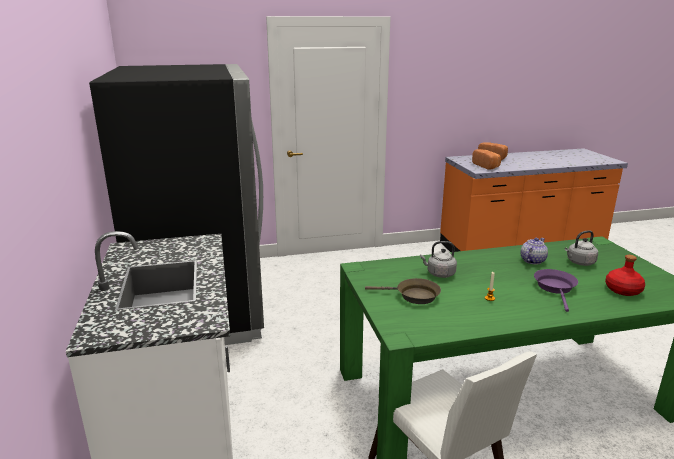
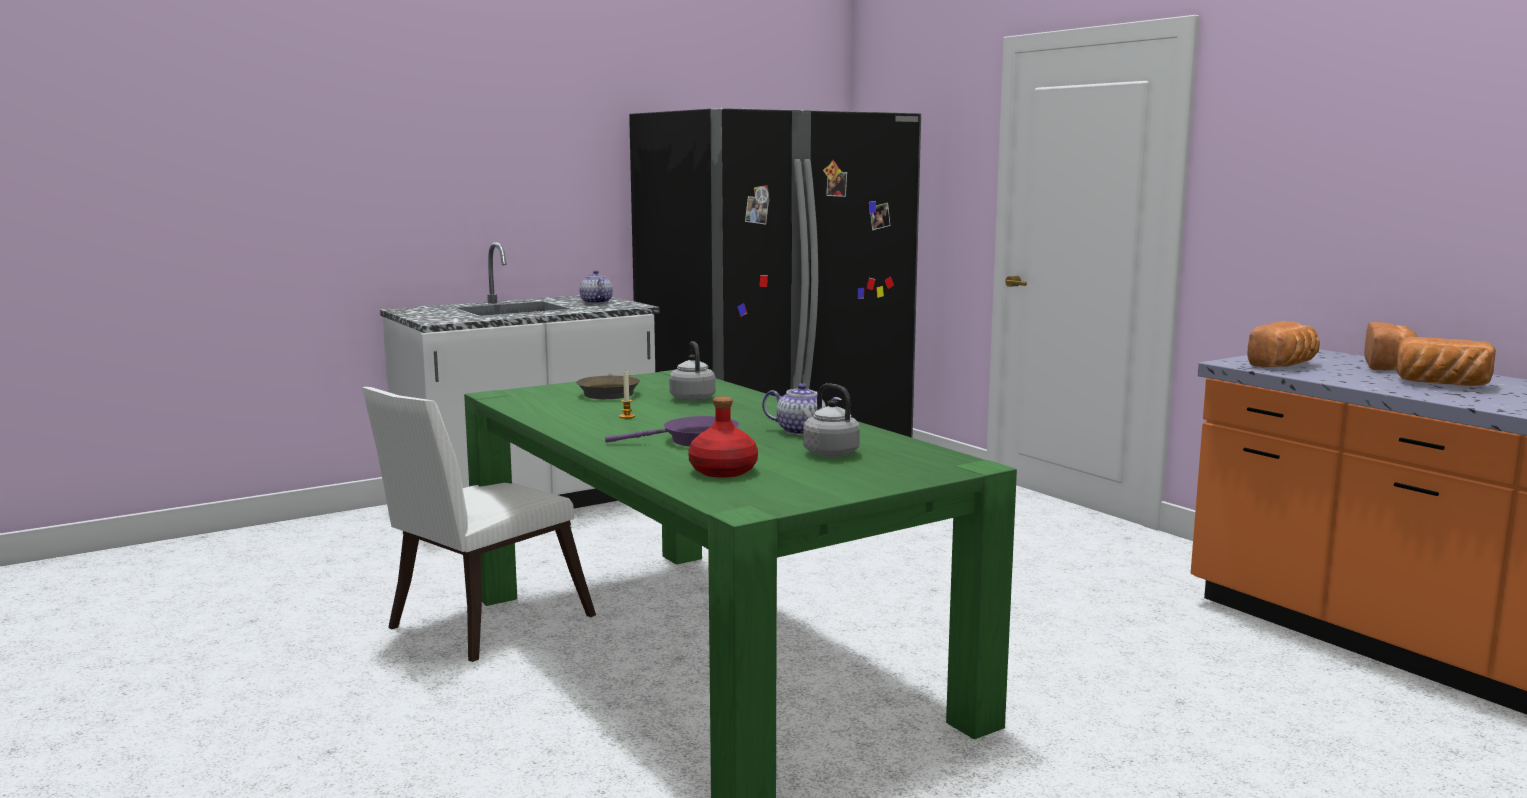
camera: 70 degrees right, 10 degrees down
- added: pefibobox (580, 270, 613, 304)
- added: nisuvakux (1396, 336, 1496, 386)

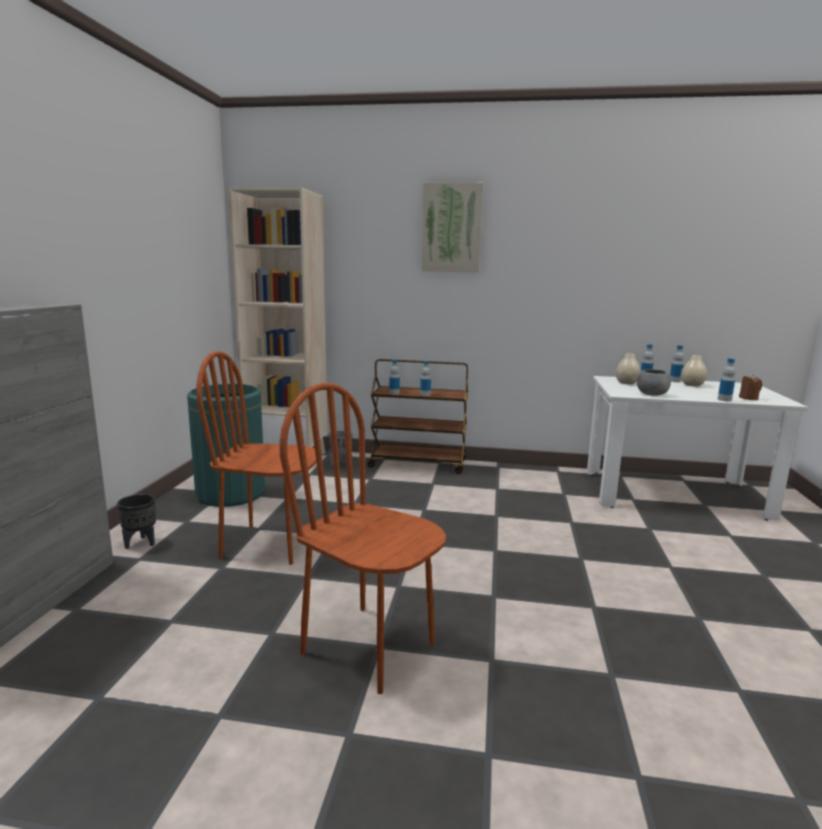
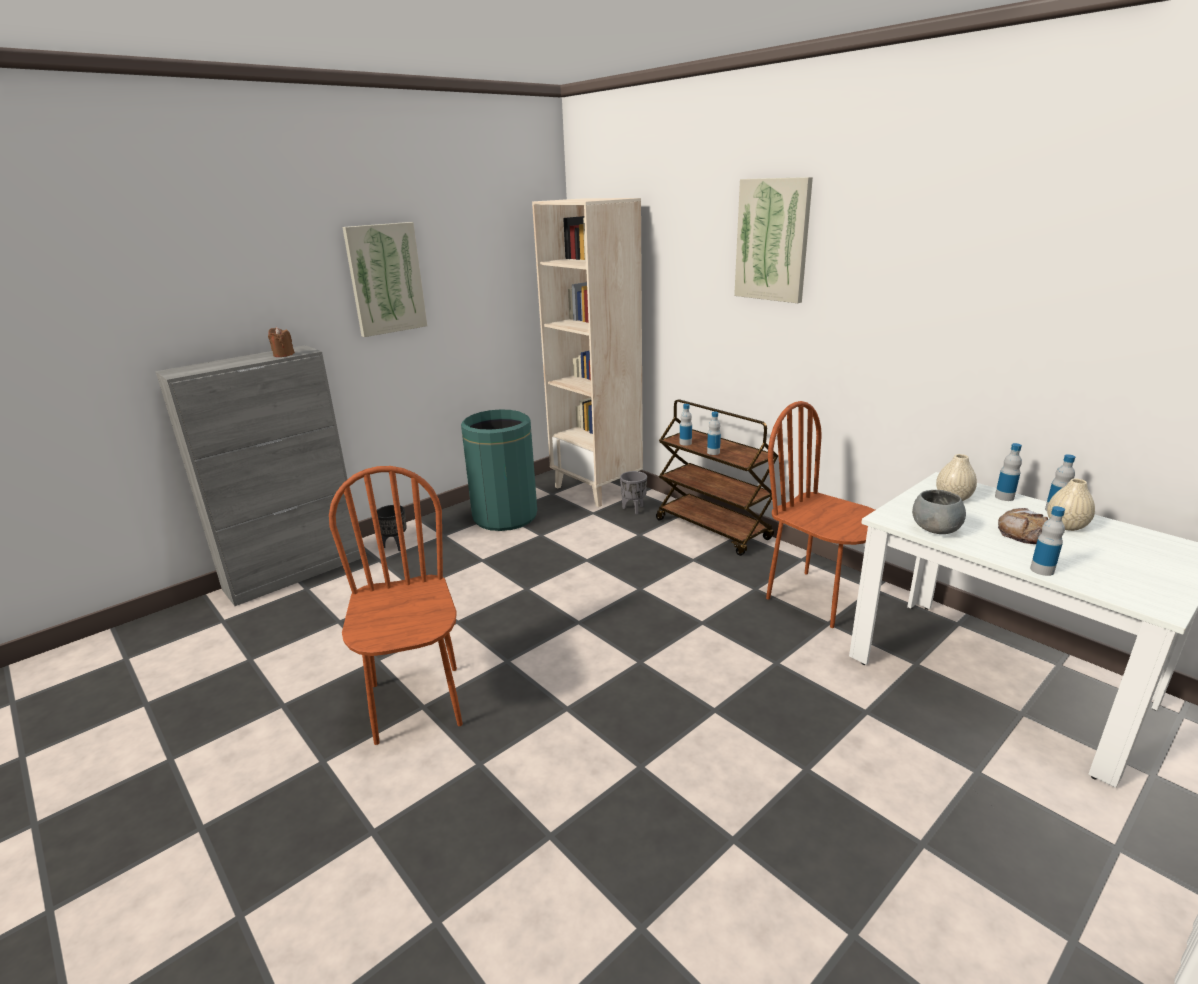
camera: 40 degrees right, 10 degrees up
- moved: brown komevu (739, 375, 762, 400) to (268, 327, 295, 357)
- added: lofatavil (342, 222, 427, 337)
- moved: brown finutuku (196, 351, 316, 565) to (766, 401, 875, 628)
- added: nisuvakux (998, 508, 1048, 544)

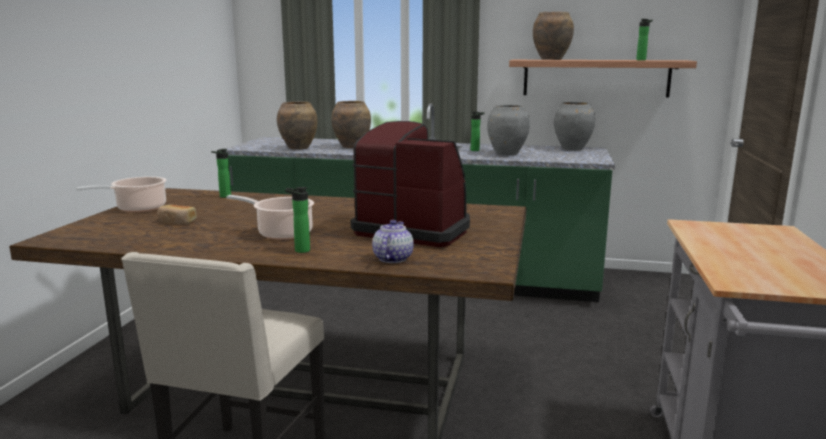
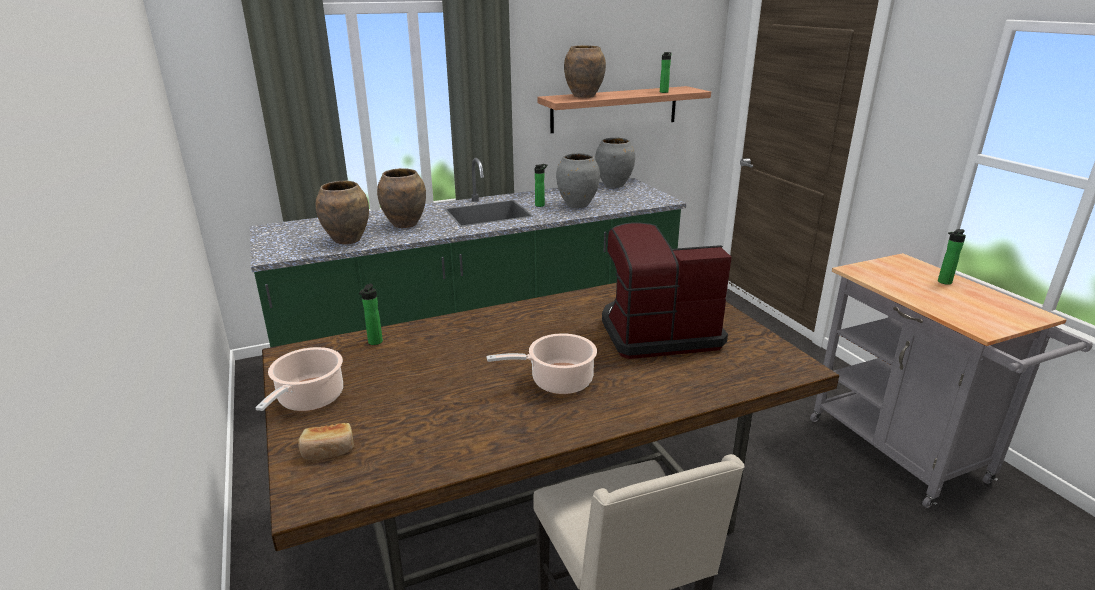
camera: 35 degrees left, 10 degrees up
- moved: nisuvakux (157, 205, 196, 224) to (298, 423, 354, 460)
- moved: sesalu (285, 187, 310, 253) to (938, 229, 966, 285)
- removed: pefibobox (372, 220, 414, 263)

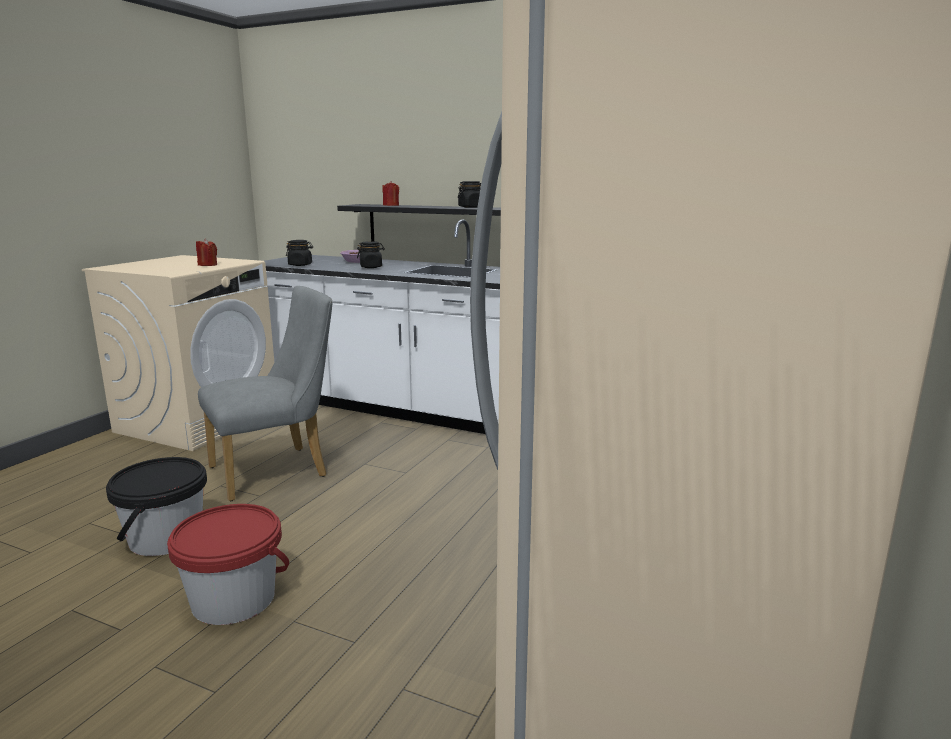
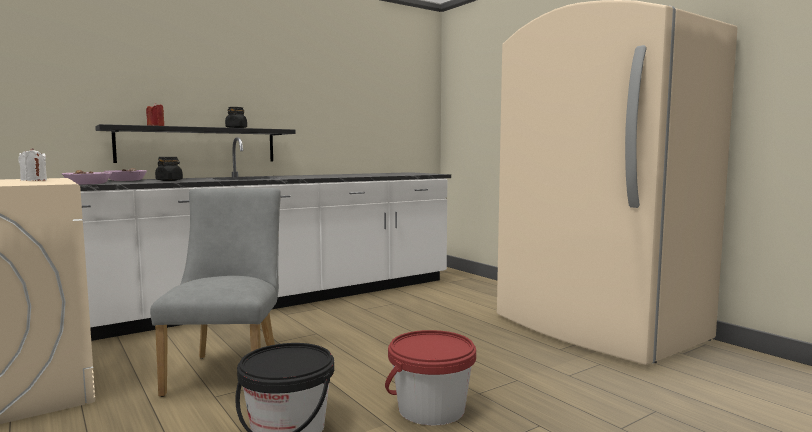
camera: 60 degrees left, 10 degrees down
- recoloured: red komevu (196, 238, 217, 266) to white komevu (19, 148, 47, 181)
- replaced: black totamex (286, 240, 313, 266) to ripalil (62, 170, 112, 184)

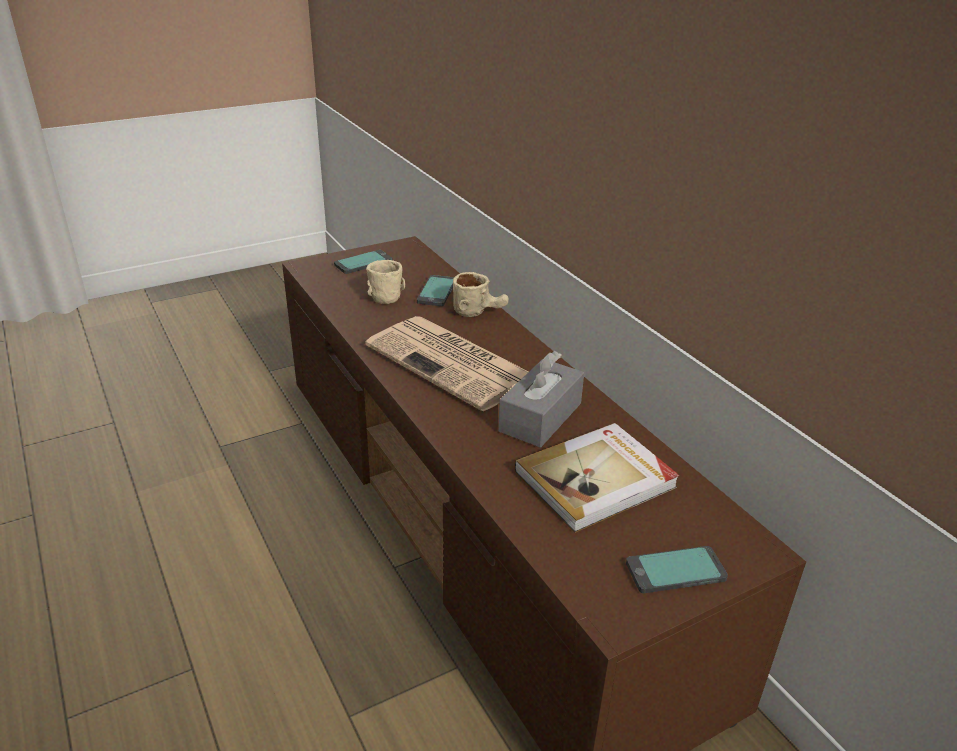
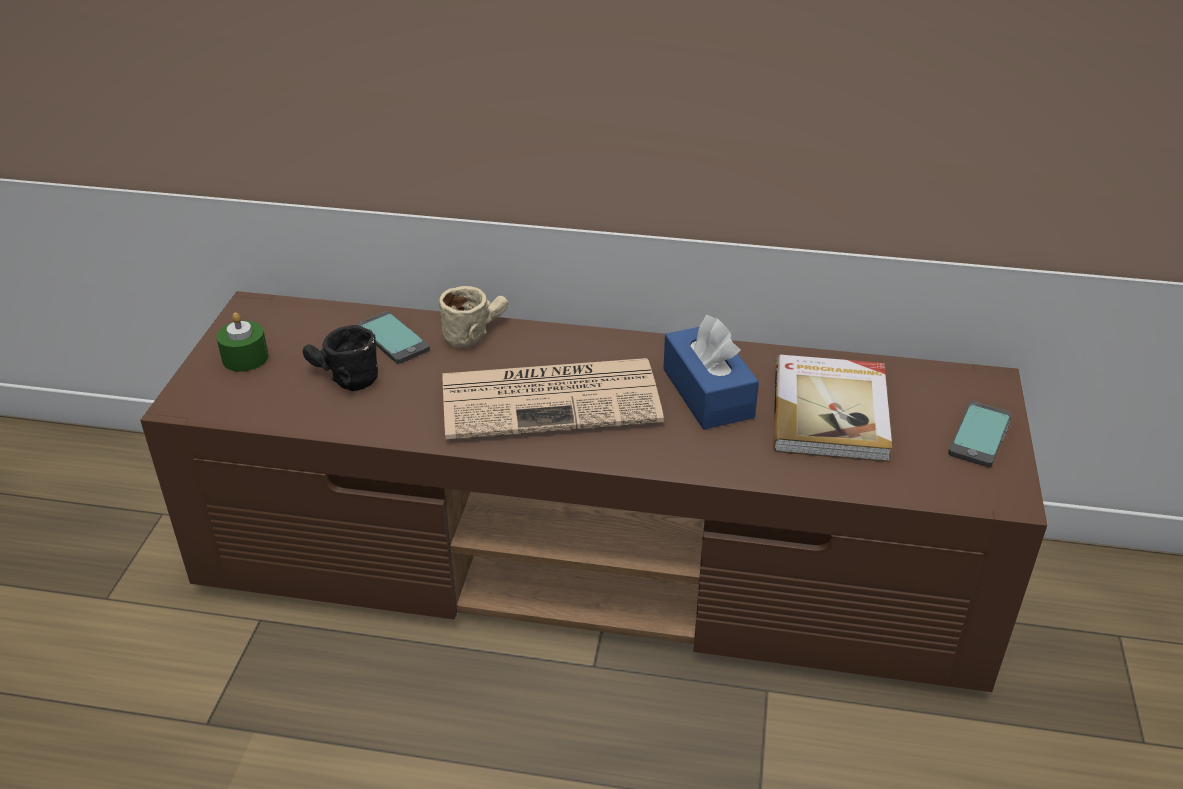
camera: 50 degrees left, 5 degrees up
- replaced: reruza (334, 250, 392, 274) to green komevu (216, 312, 268, 372)
- recoloured: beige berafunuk (366, 260, 405, 304) to black berafunuk (303, 325, 378, 391)
- recoloured: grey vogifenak (498, 351, 584, 448) to blue vogifenak (663, 315, 759, 430)

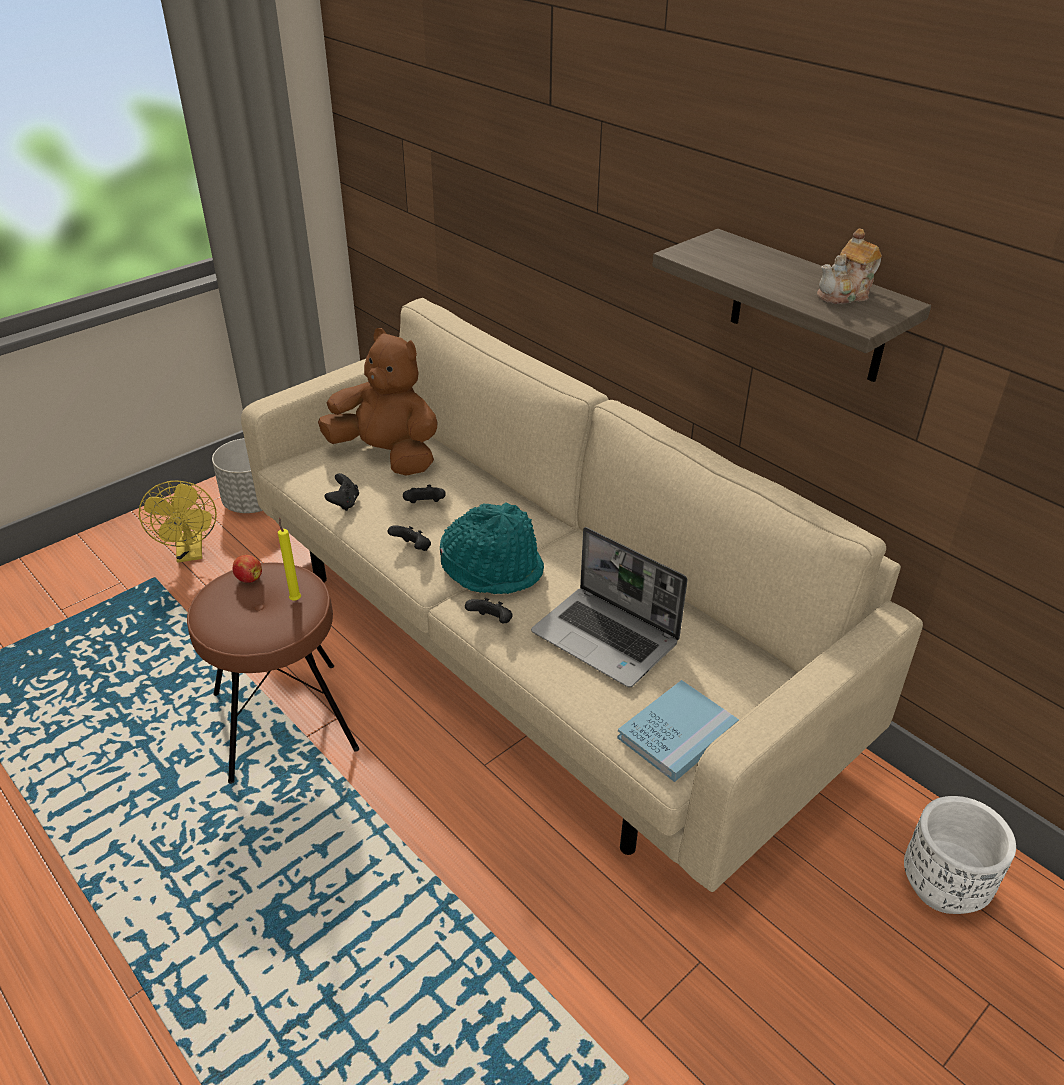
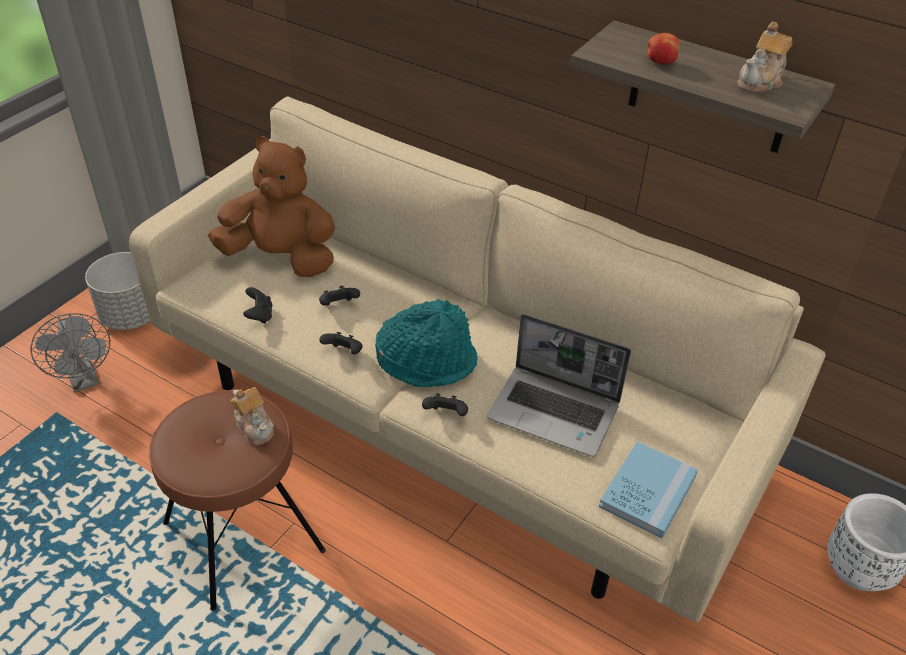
camera: 15 degrees left, 5 degrees up
- recoloured: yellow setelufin (139, 481, 217, 562) to grey setelufin (31, 313, 110, 392)
- replaced: yellow komevu (278, 518, 301, 600) to pefibobox (230, 387, 274, 445)
- moved: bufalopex (233, 555, 262, 583) to (648, 33, 679, 65)

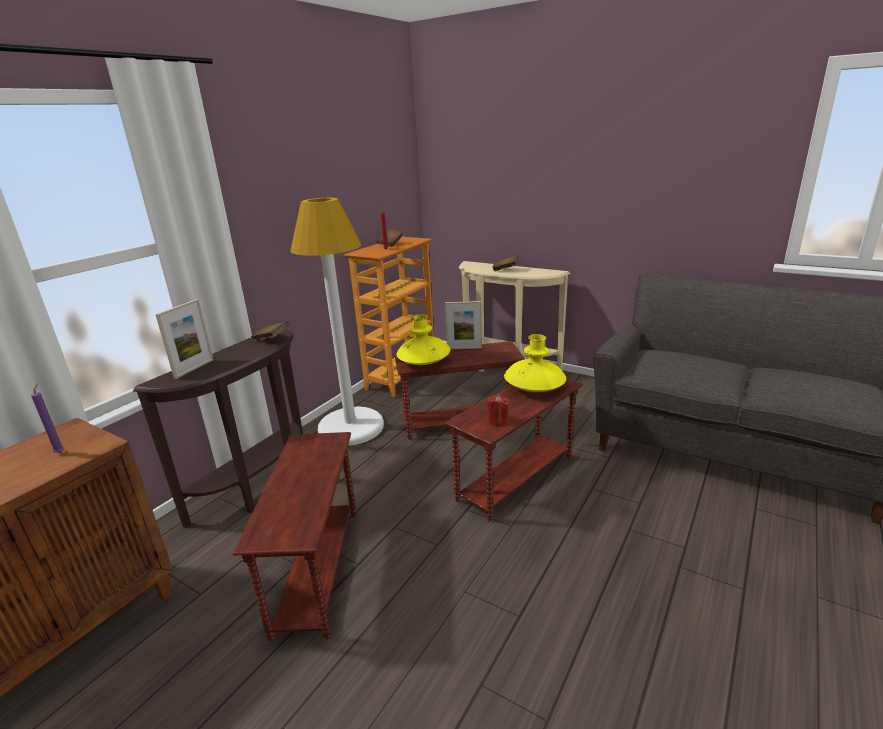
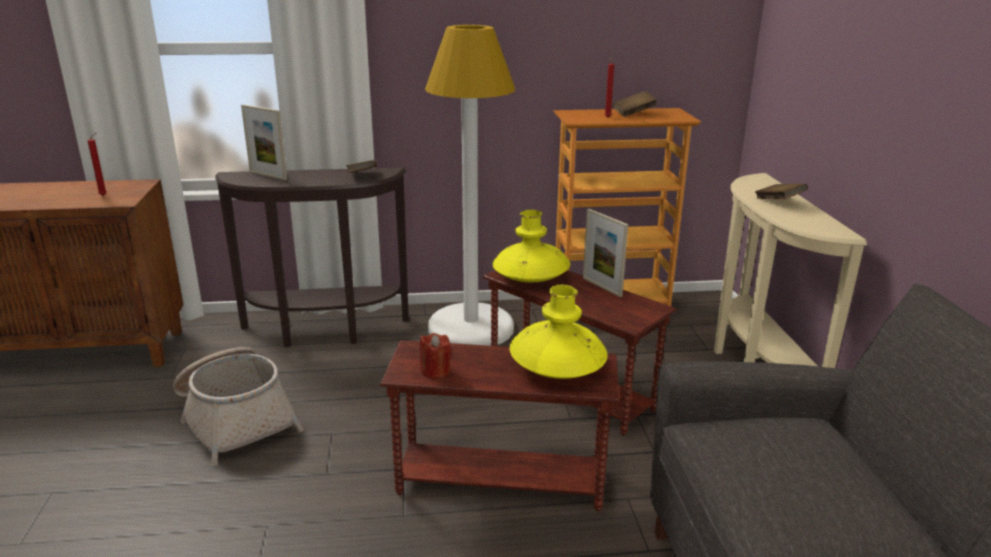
camera: 50 degrees right, 0 degrees up
- recoloured: purple komevu (31, 384, 64, 453) to red komevu (88, 132, 107, 196)
- replaced: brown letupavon (233, 432, 357, 641) to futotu (173, 347, 304, 466)
- turned: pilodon (155, 299, 214, 379) = (241, 105, 287, 180) 45 degrees clockwise

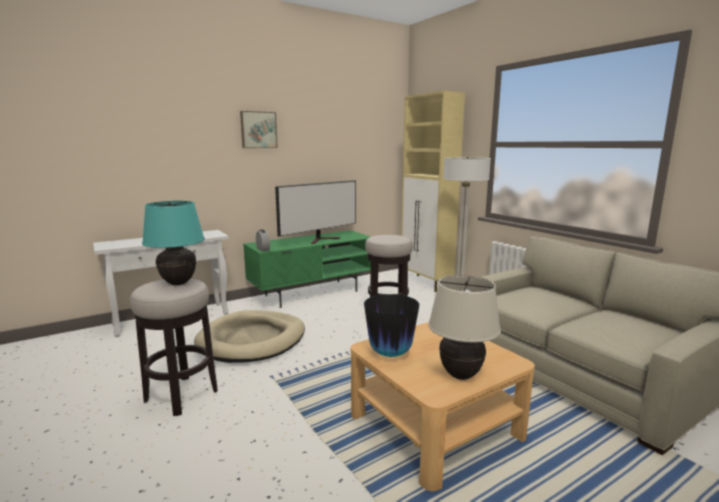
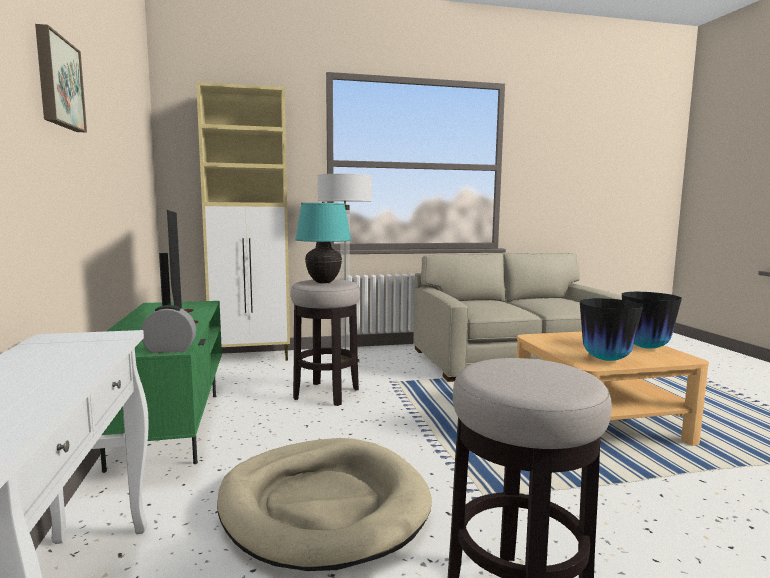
camera: 70 degrees left, 5 degrees down
- moved: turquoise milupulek (142, 201, 205, 285) to (295, 202, 351, 283)
- replaced: beige milupulek (428, 275, 501, 380) to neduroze (622, 292, 682, 349)

